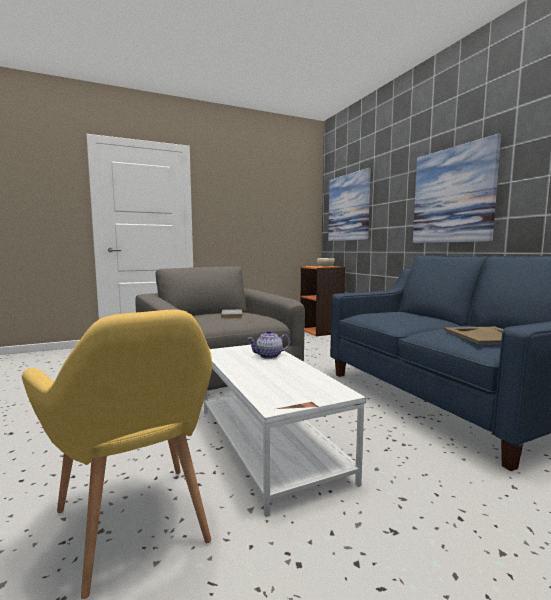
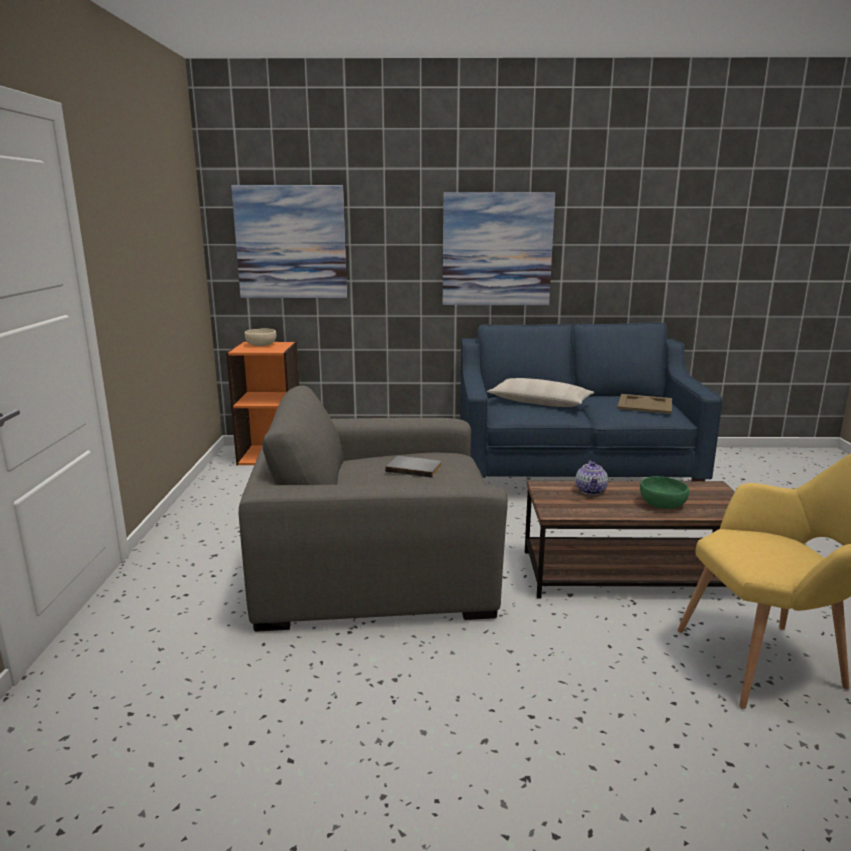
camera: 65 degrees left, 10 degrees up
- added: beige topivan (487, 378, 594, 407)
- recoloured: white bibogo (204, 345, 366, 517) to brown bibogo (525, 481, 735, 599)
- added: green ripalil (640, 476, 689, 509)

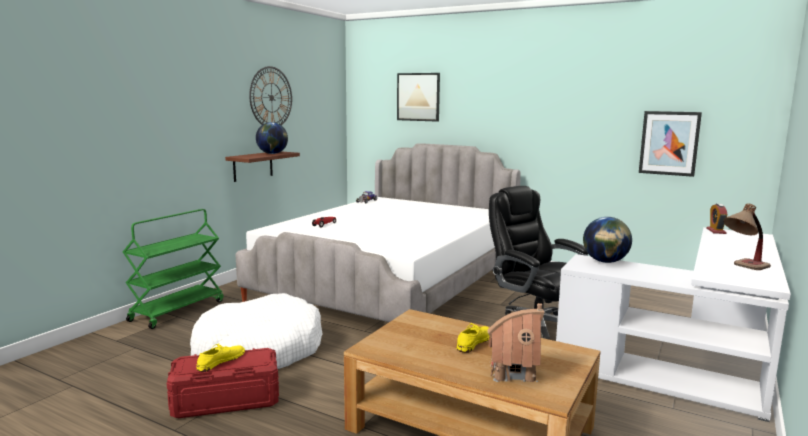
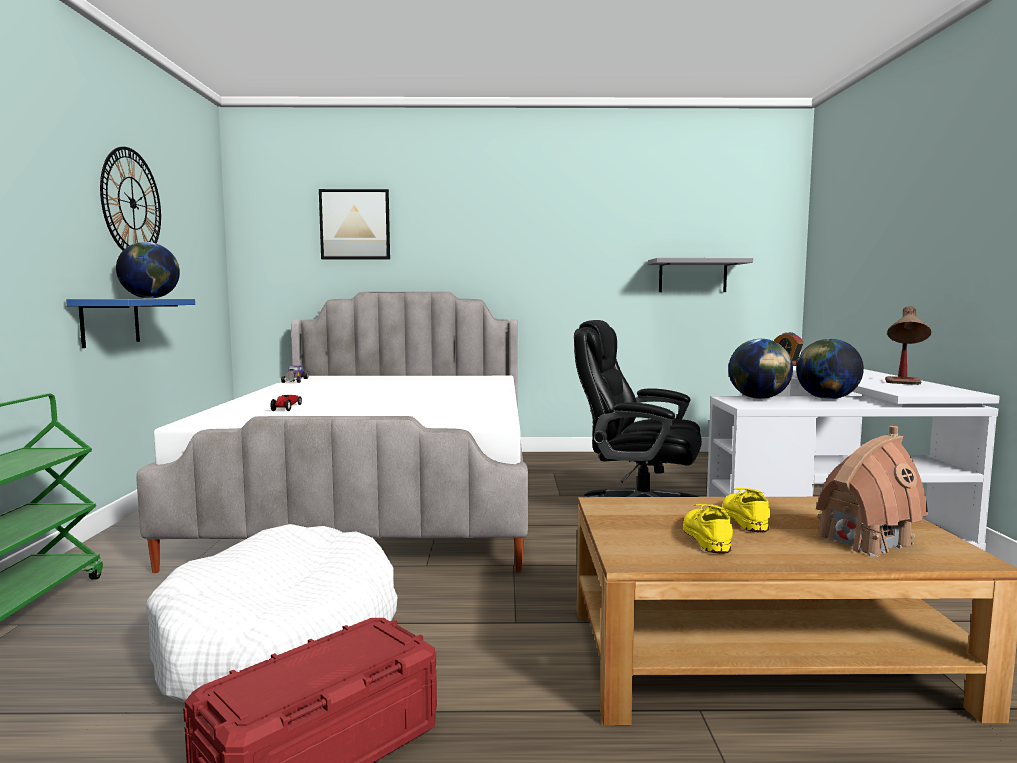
camera: 30 degrees left, 5 degrees down
- recoloured: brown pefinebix (225, 151, 300, 182) to blue pefinebix (66, 299, 195, 348)
- replaced: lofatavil (639, 111, 702, 177) to grey pefinebix (648, 258, 753, 292)
- moved: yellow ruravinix (196, 343, 245, 372) to (683, 504, 733, 554)
- added: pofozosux (796, 339, 864, 399)

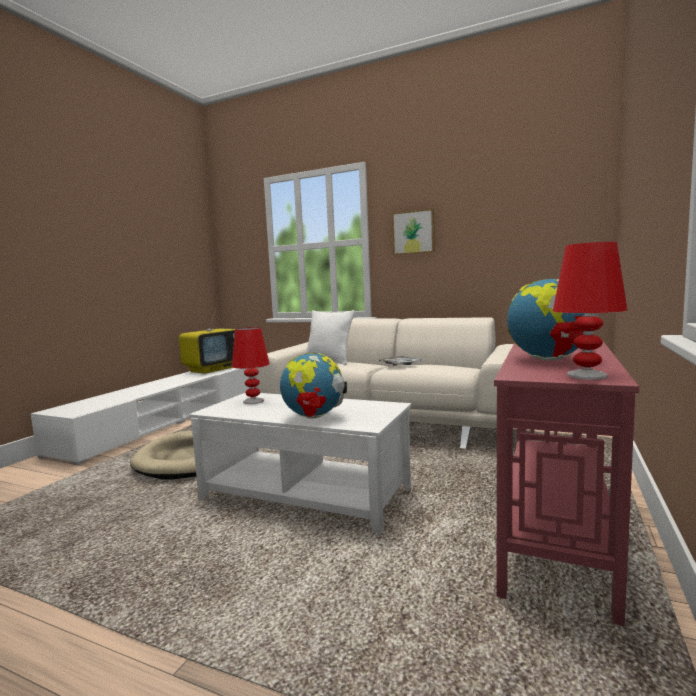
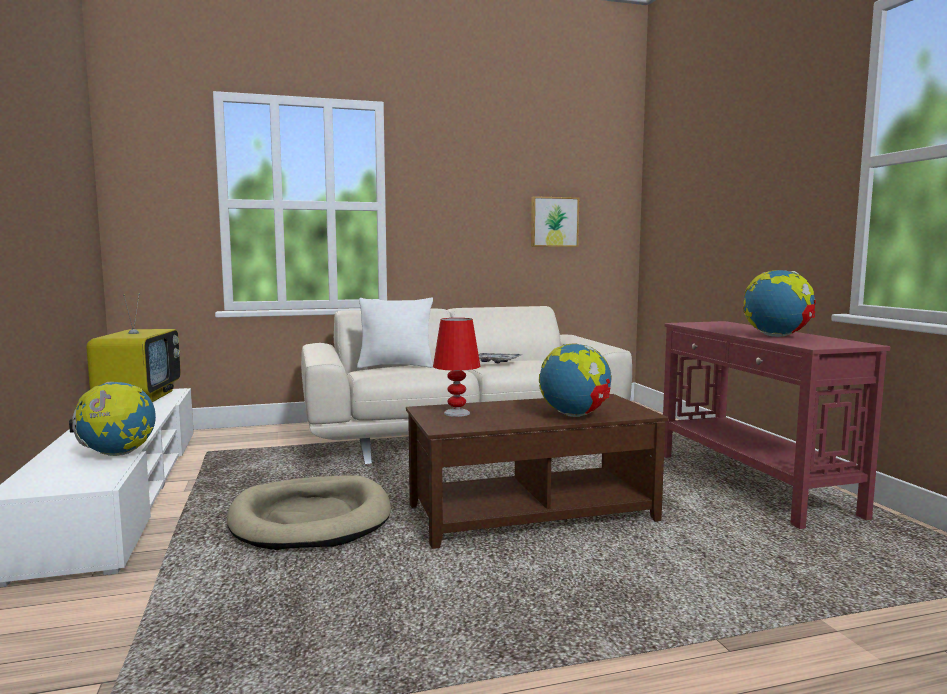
camera: 40 degrees left, 0 degrees up
- added: pofozosux (69, 382, 156, 456)
- recoloured: white bibogo (189, 393, 411, 534) to brown bibogo (406, 394, 669, 549)
- moved: lofatavil (392, 209, 435, 255) to (531, 196, 579, 247)
- removed: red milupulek (553, 242, 627, 380)

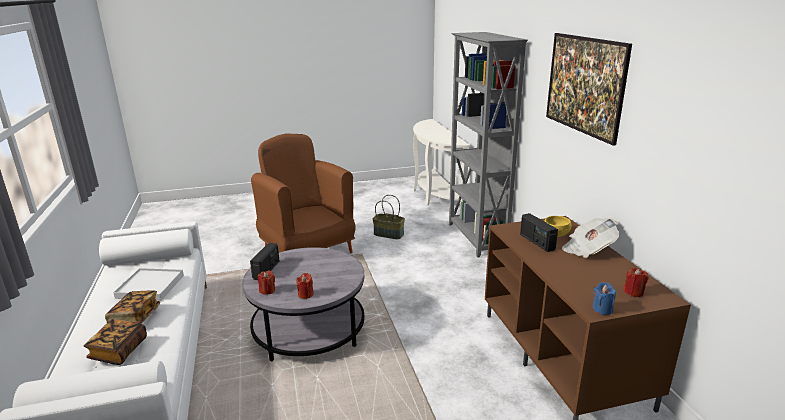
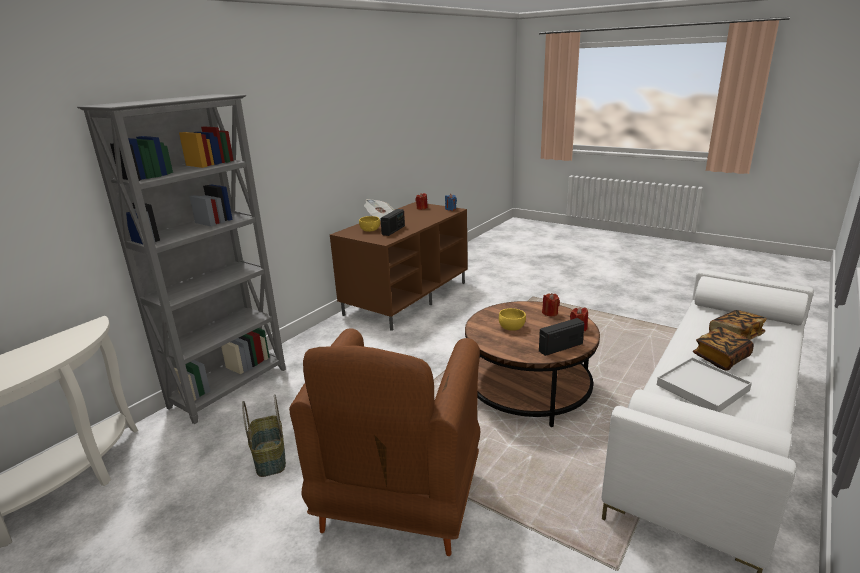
camera: 130 degrees left, 0 degrees up
- recoloured: grey bibogo (242, 247, 365, 361) to brown bibogo (465, 301, 600, 427)
- added: yellow ripalil (499, 308, 526, 331)
- removed: lofatavil (546, 33, 632, 146)

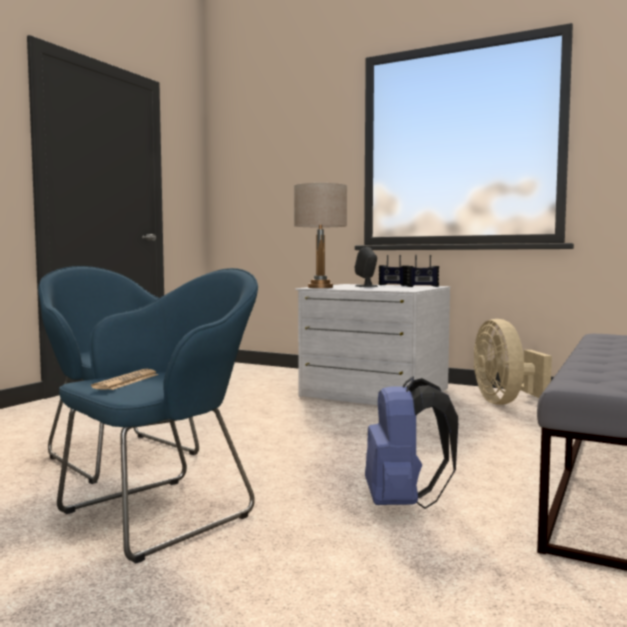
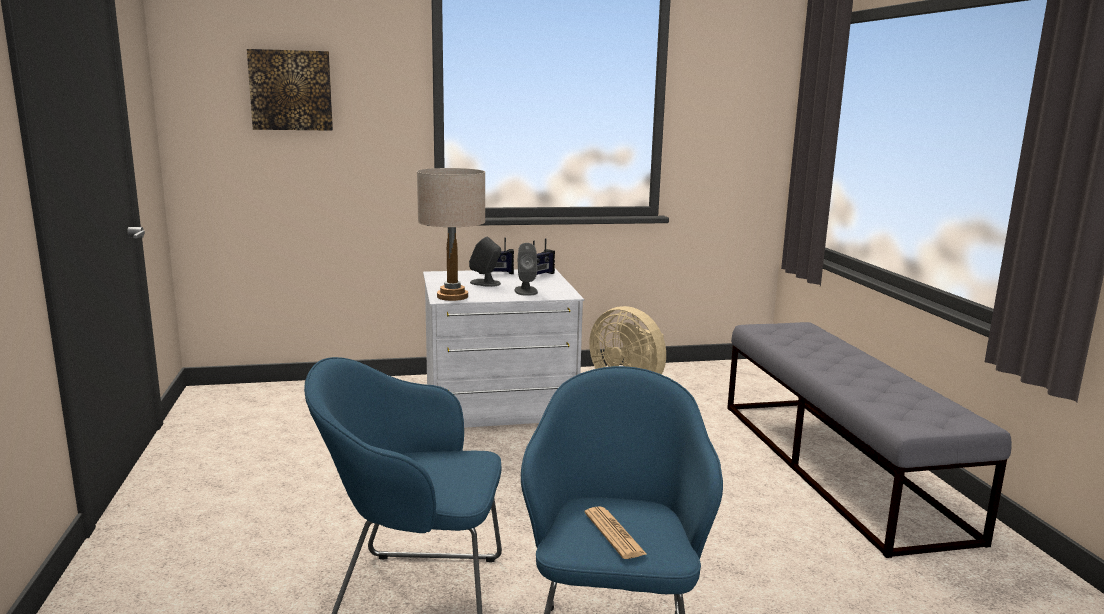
camera: 40 degrees left, 10 degrees up
- added: lofatavil (247, 49, 333, 131)
- added: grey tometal (515, 243, 538, 296)
- removed: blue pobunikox (365, 376, 458, 509)

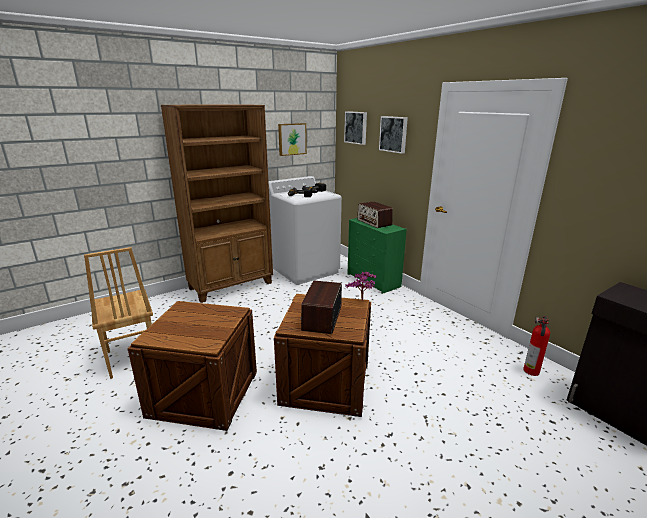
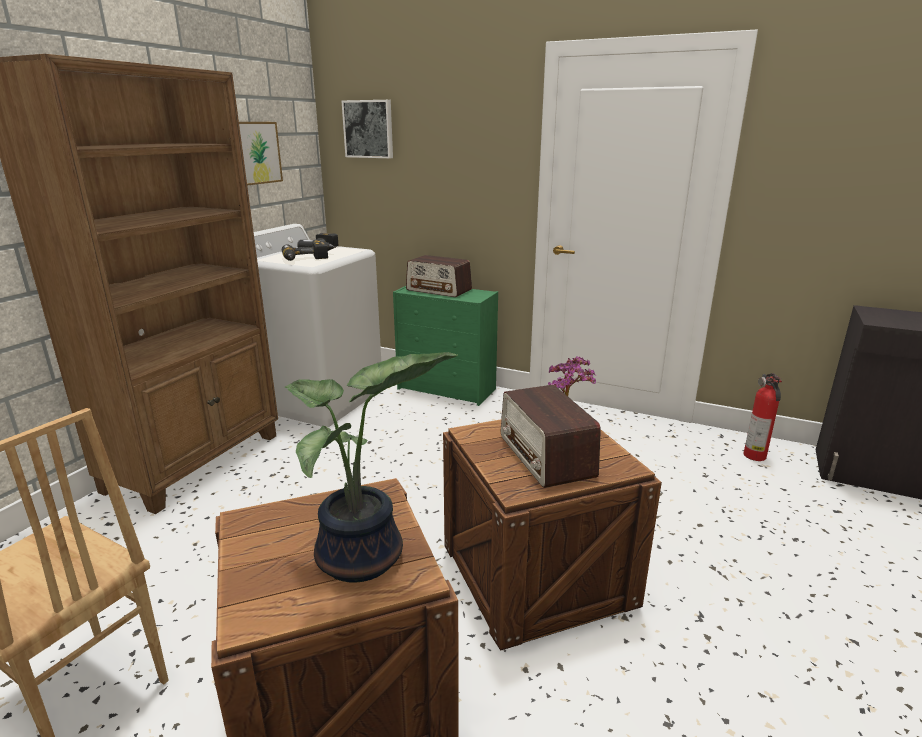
camera: 30 degrees left, 0 degrees up
- added: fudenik (285, 352, 458, 583)
- removed: lofatavil (379, 116, 408, 154)

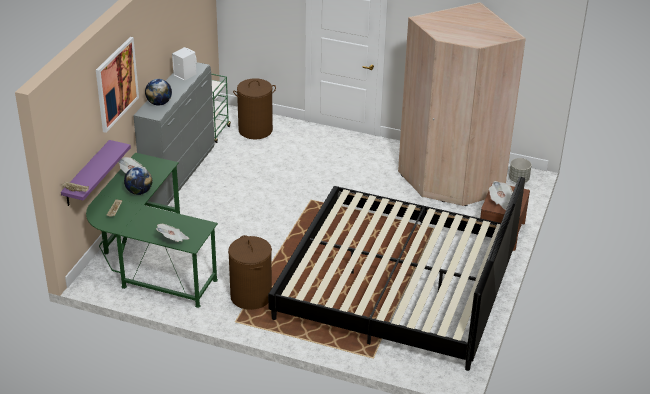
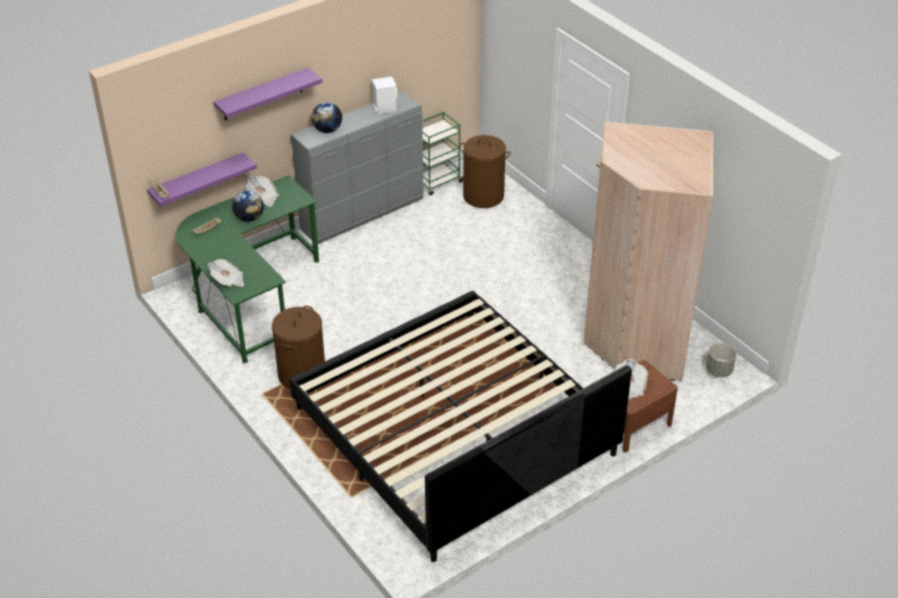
camera: 35 degrees right, 5 degrees up
- replaced: lofatavil (96, 37, 139, 133) to purple pefinebix (213, 68, 322, 120)

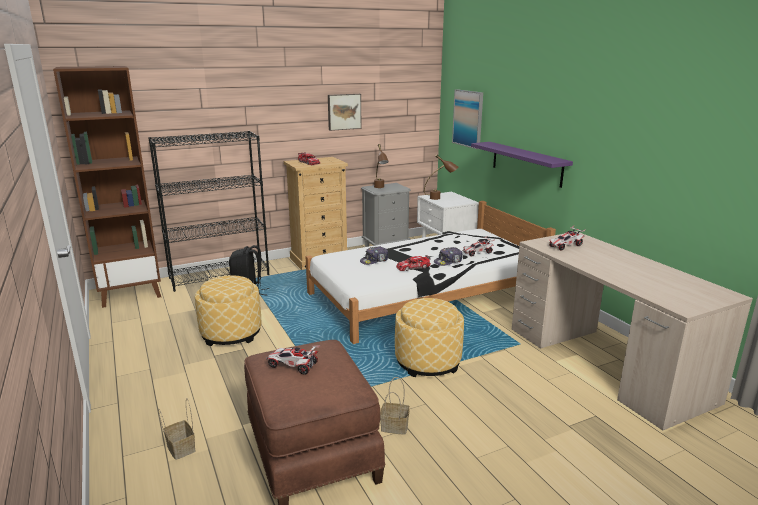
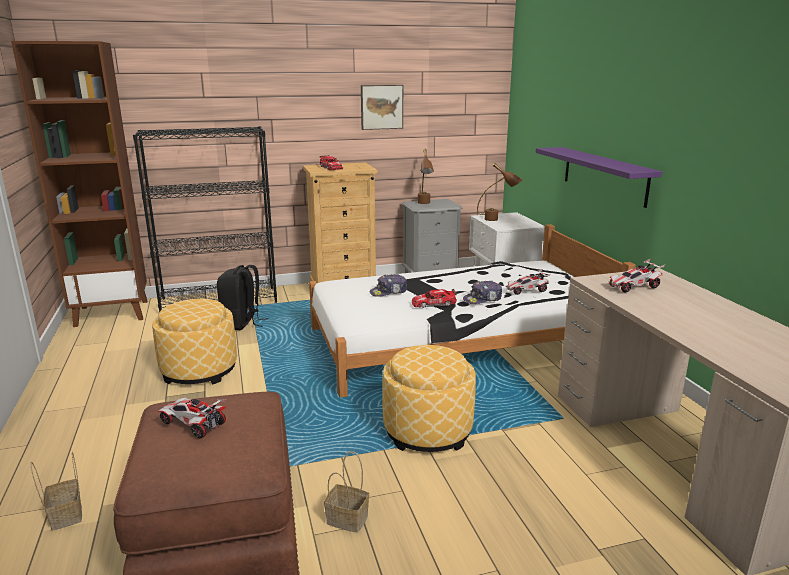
camera: 10 degrees right, 0 degrees up
- removed: lofatavil (452, 89, 483, 149)

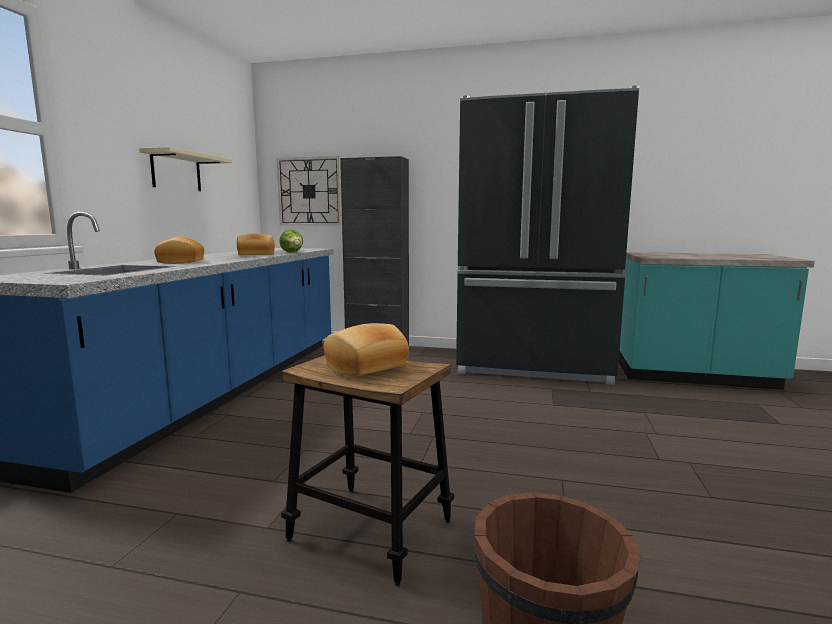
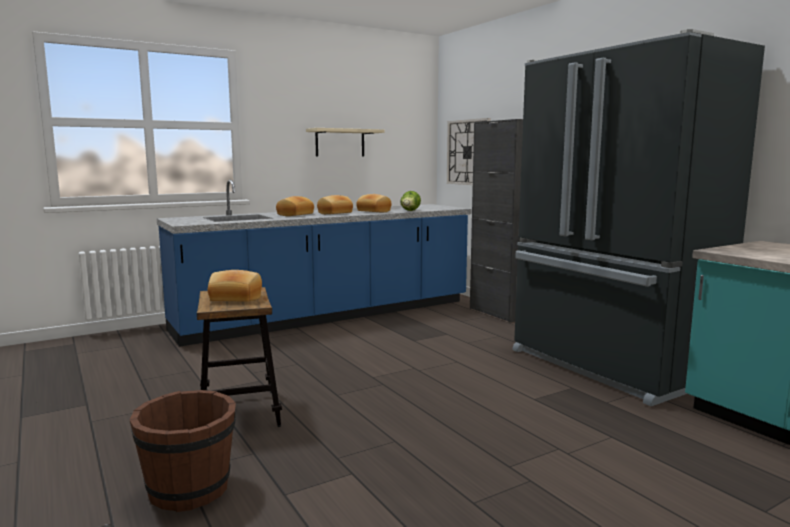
camera: 45 degrees right, 0 degrees up
- added: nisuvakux (317, 195, 353, 214)

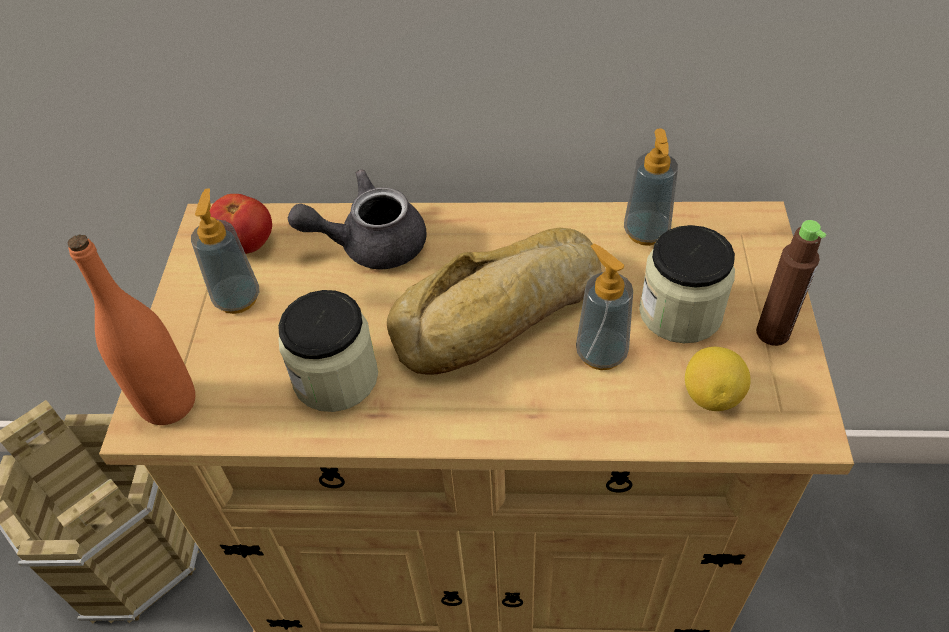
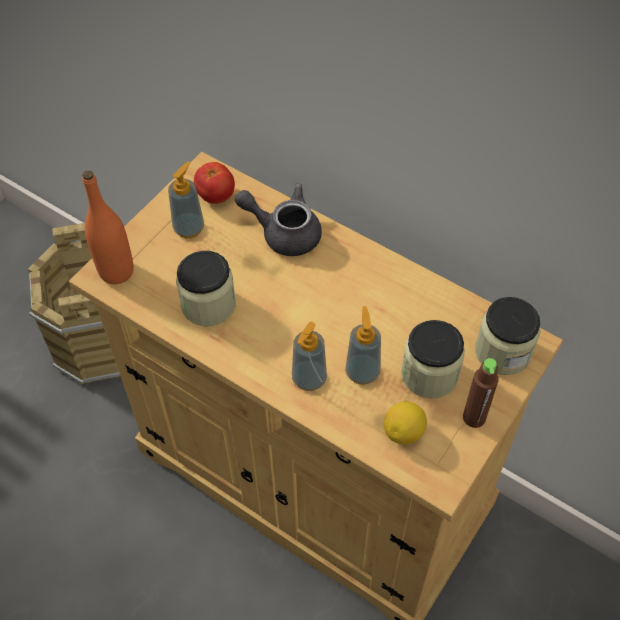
camera: 30 degrees right, 5 degrees up
- moved: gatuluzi (624, 128, 678, 246) to (292, 322, 327, 391)
- added: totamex (475, 297, 541, 375)
- removed: nisuvakux (387, 228, 602, 375)

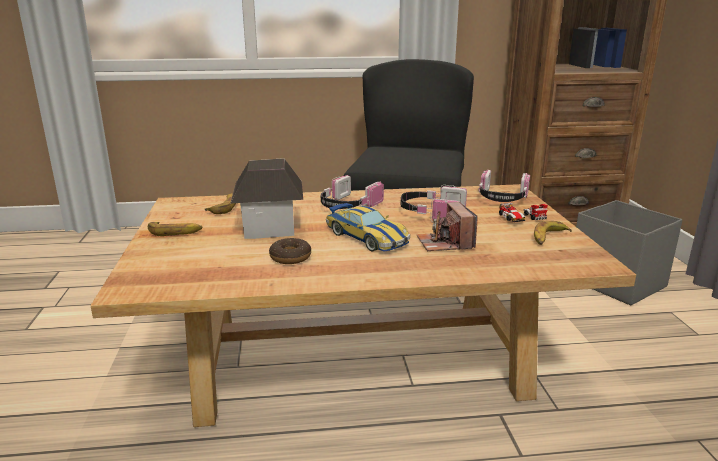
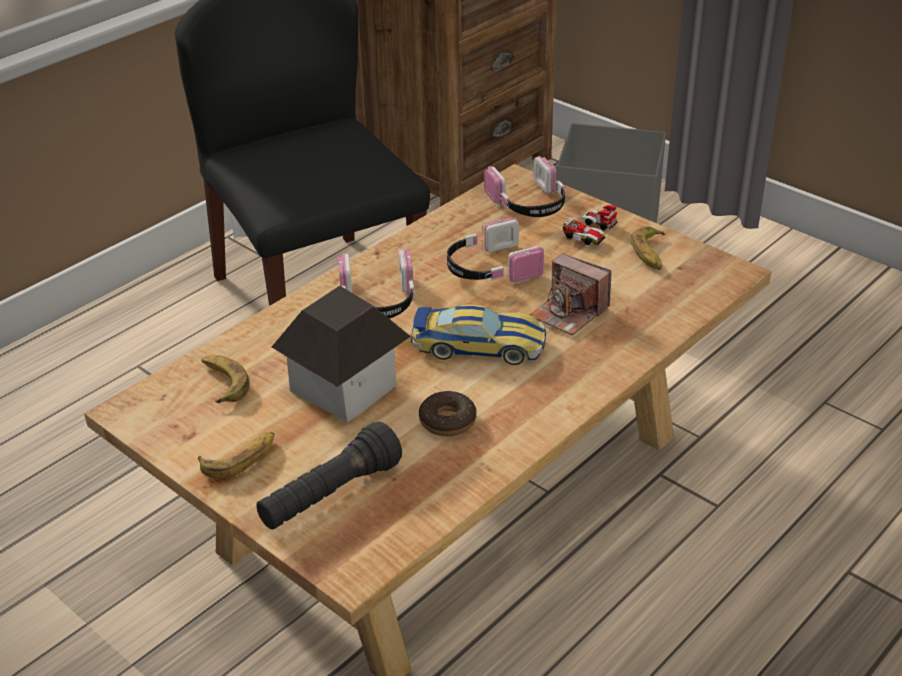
camera: 40 degrees left, 15 degrees up
- added: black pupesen (257, 422, 402, 530)

